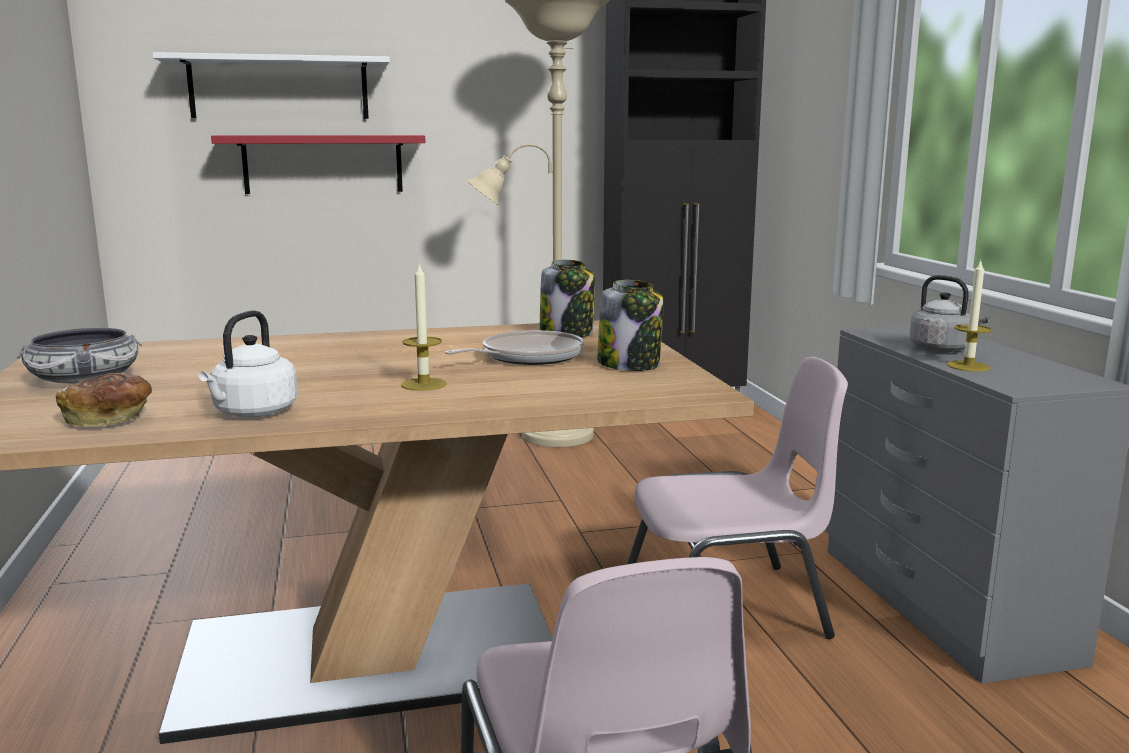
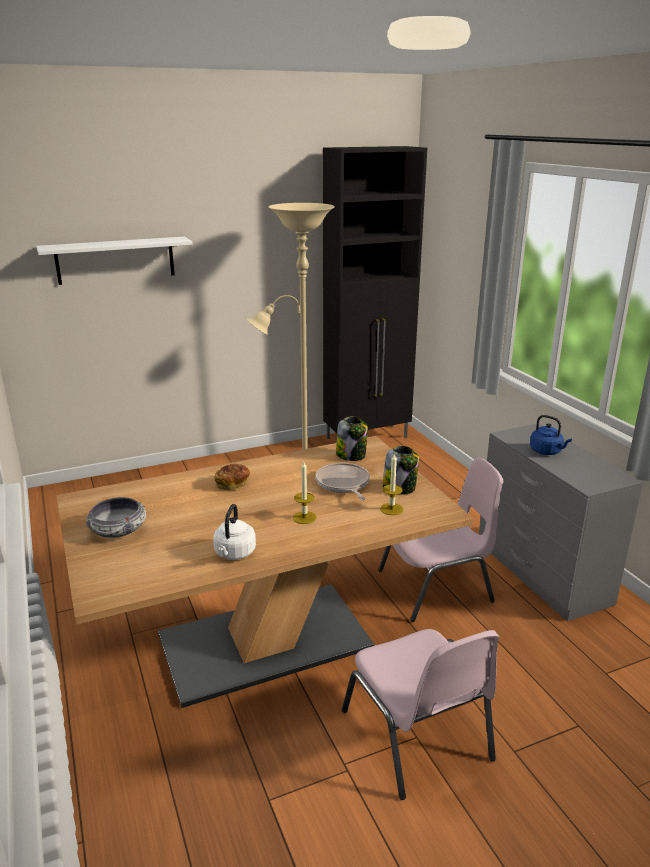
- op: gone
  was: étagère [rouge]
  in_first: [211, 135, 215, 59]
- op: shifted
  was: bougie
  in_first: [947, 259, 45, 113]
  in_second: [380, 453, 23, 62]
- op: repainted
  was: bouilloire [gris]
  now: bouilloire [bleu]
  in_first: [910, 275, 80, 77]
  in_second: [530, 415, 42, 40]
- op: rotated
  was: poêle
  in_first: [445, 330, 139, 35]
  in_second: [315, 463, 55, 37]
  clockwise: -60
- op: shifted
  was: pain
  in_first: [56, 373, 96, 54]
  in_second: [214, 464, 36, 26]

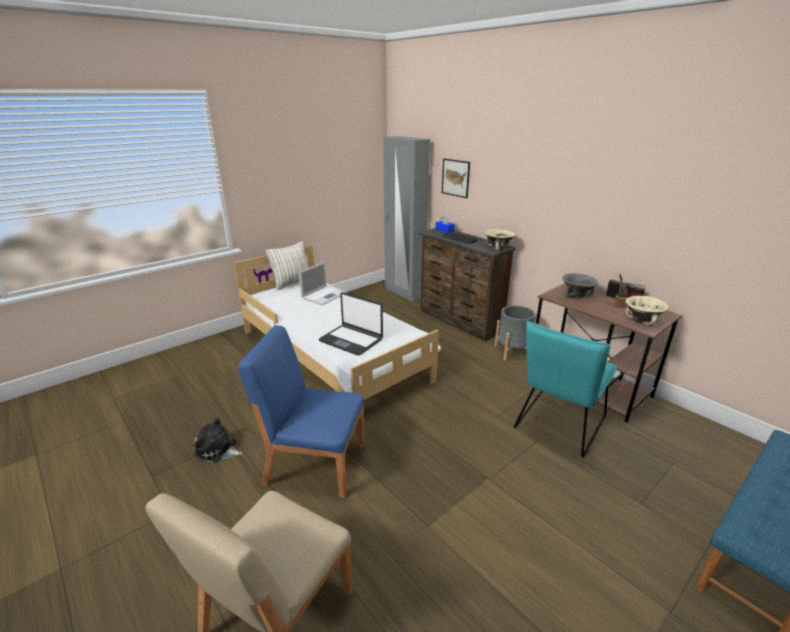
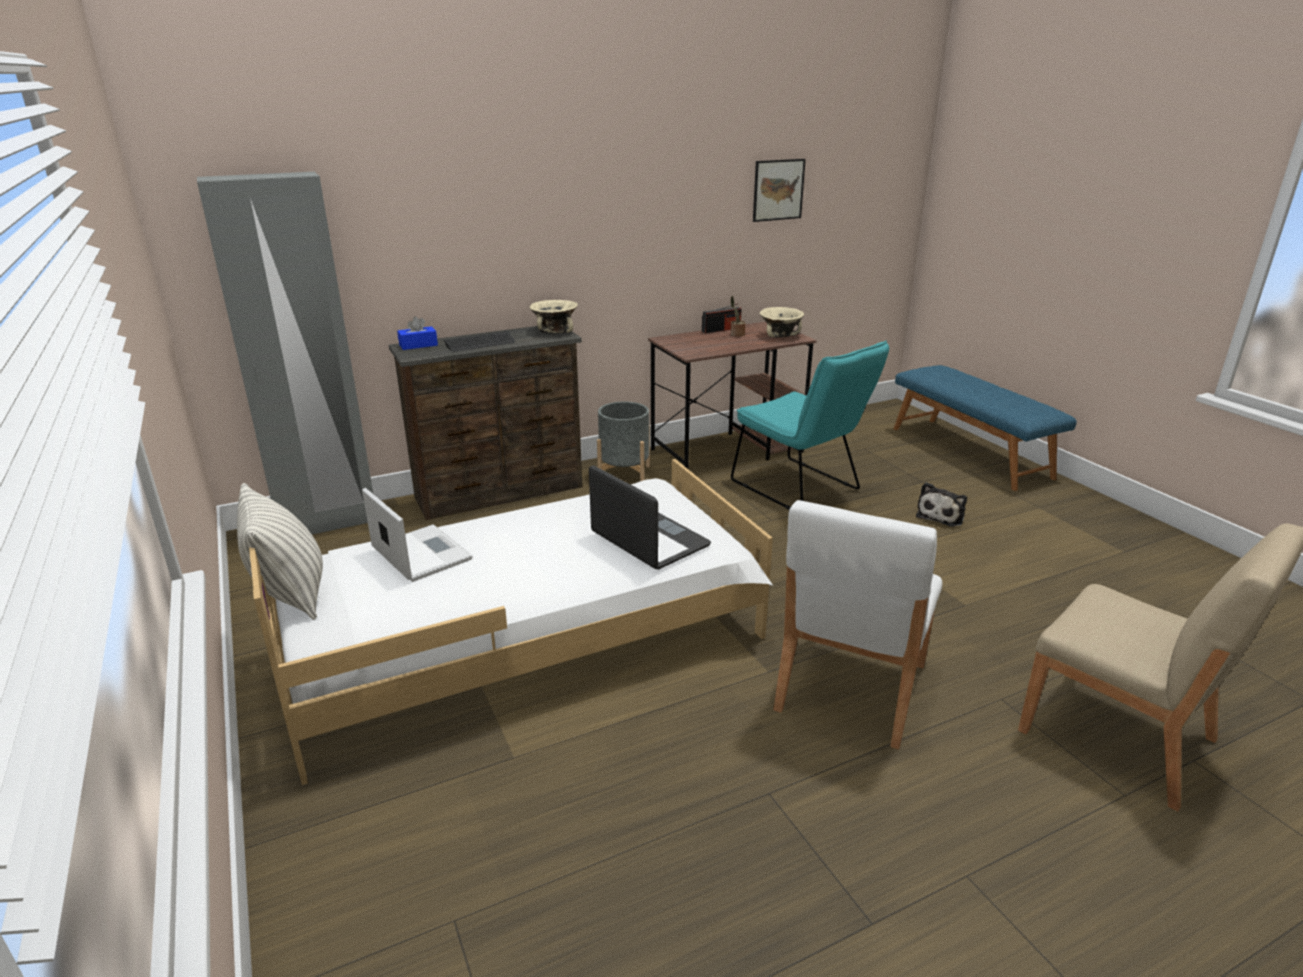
- op: shifted
  was: tableau
  in_first: [442, 159, 28, 39]
  in_second: [753, 159, 53, 63]
- op: gone
  was: bol [gris]
  in_first: [562, 273, 36, 25]
- op: rotated
  was: ordinateur portable
  in_first: [318, 292, 65, 63]
  in_second: [589, 465, 122, 104]
  clockwise: -90
- op: repainted
  was: chaise [bleu]
  now: chaise [blanc]
  in_first: [238, 325, 126, 173]
  in_second: [773, 500, 170, 250]
- op: shifted
  was: peluche
  in_first: [194, 417, 49, 46]
  in_second: [916, 482, 51, 45]

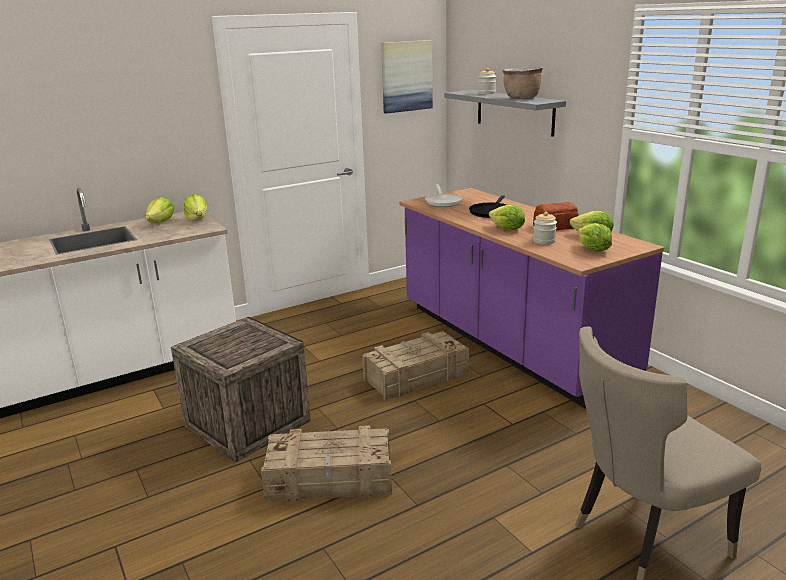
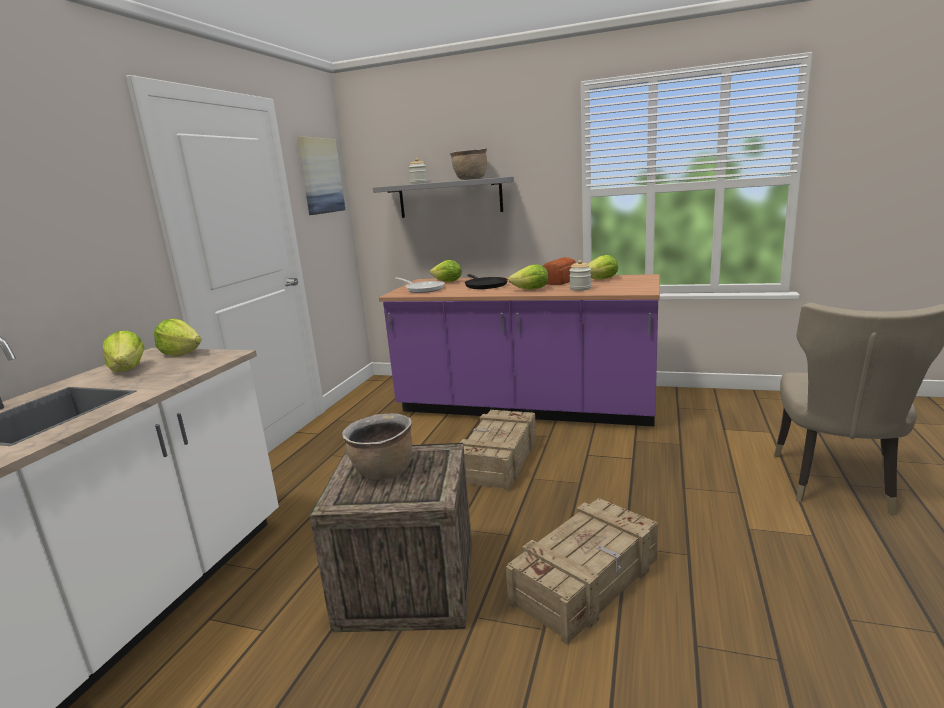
- op: shifted
  was: laitue
  in_first: [578, 223, 34, 29]
  in_second: [430, 260, 32, 22]
- op: new
  now: marmite [marron]
  in_second: [342, 413, 70, 67]

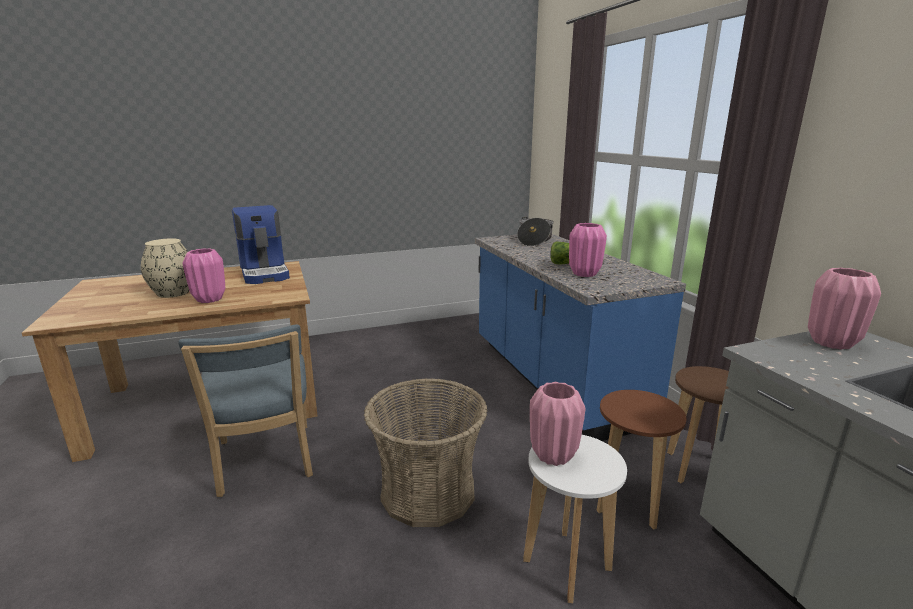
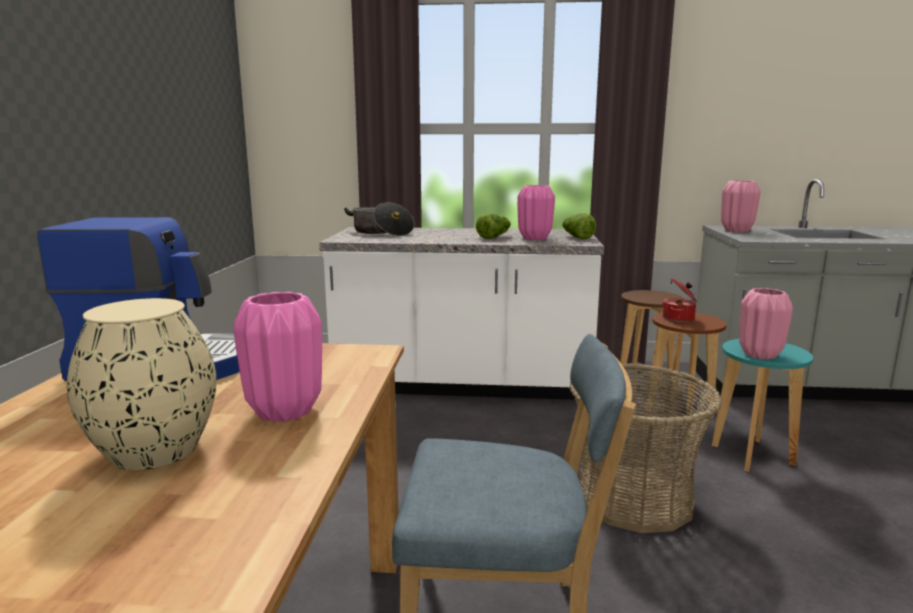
- op: repainted
  was: comptoir de cuisine [bleu]
  now: comptoir de cuisine [blanc]
  in_first: [475, 234, 211, 207]
  in_second: [319, 227, 285, 173]
- op: repainted
  was: tabouret [blanc]
  now: tabouret [turquoise]
  in_first: [523, 435, 104, 168]
  in_second: [712, 339, 101, 133]
- op: new
  now: laitue
  in_second: [562, 213, 34, 26]
- op: new
  now: marmite
  in_second: [662, 278, 35, 44]

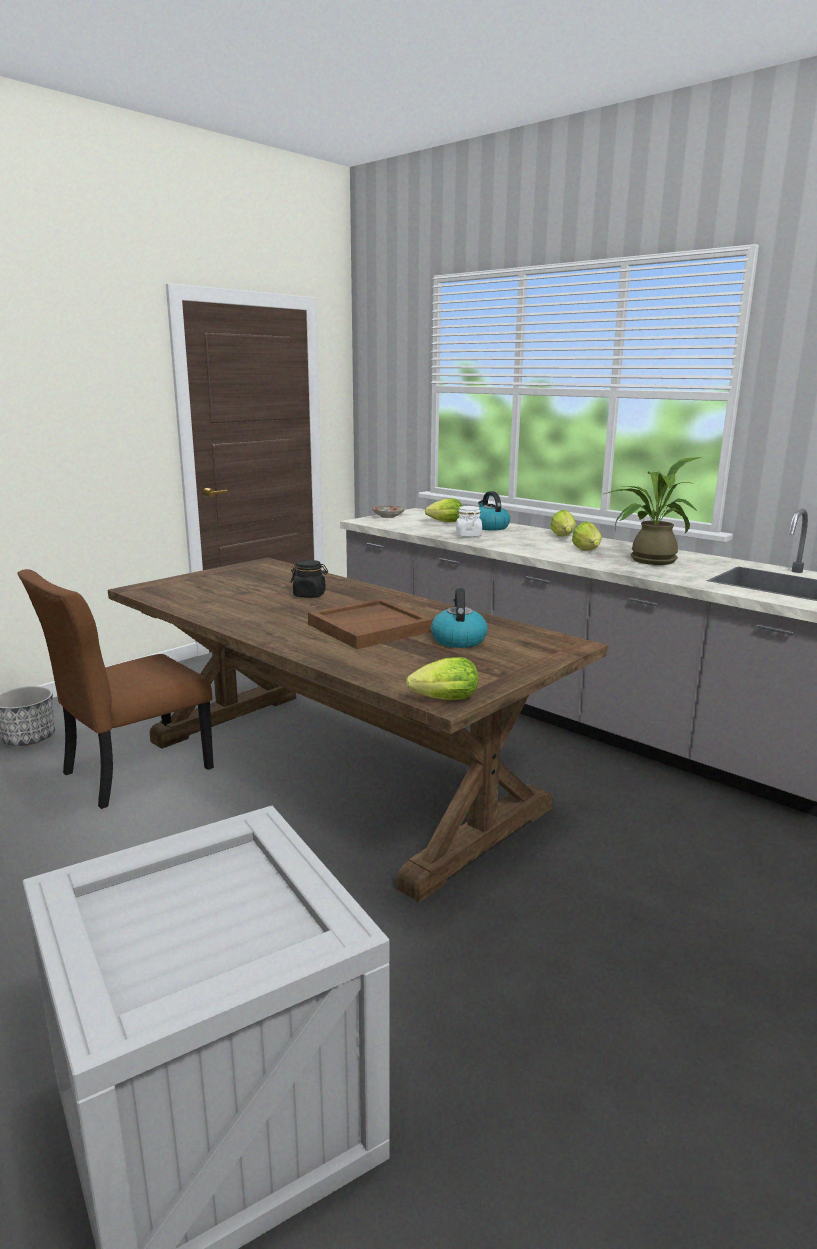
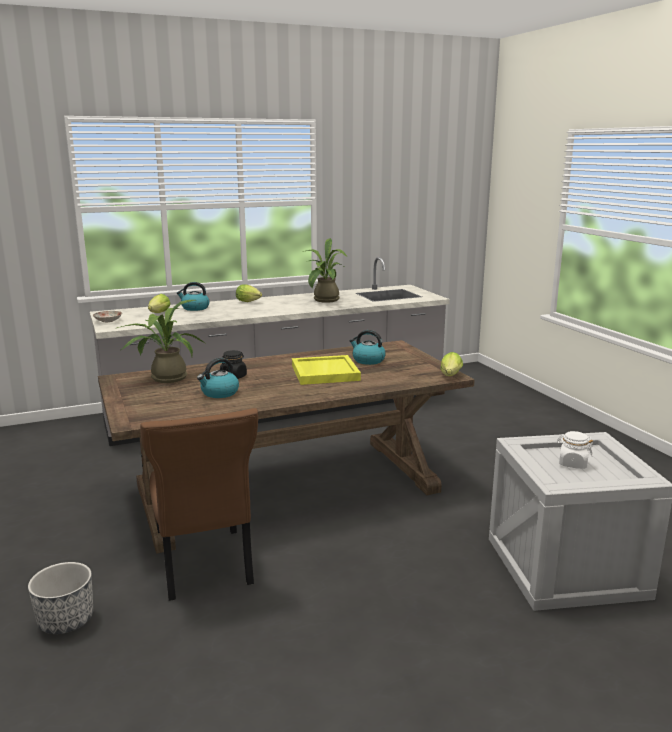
- op: shifted
  was: bocal [blanc]
  in_first: [456, 506, 26, 31]
  in_second: [557, 431, 36, 38]
- op: gone
  was: laitue
  in_first: [572, 522, 30, 29]
- op: repainted
  was: plateau [marron]
  now: plateau [jaune]
  in_first: [308, 598, 125, 51]
  in_second: [292, 355, 69, 30]
- op: new
  now: plante en pot
  in_second: [117, 300, 88, 83]
- op: new
  now: bouilloire
  in_second: [197, 358, 42, 40]

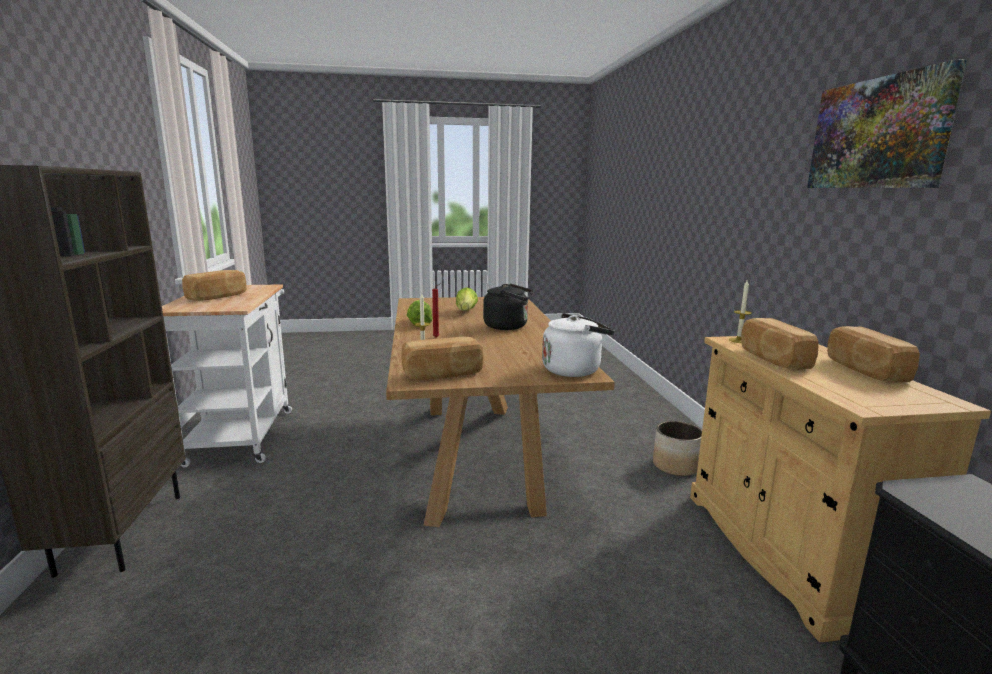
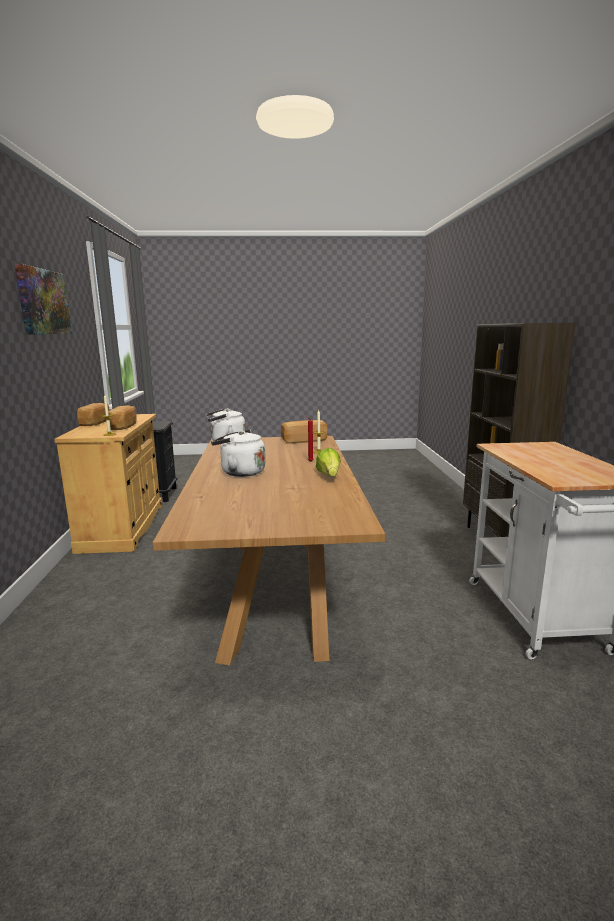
- op: gone
  was: pain
  in_first: [182, 270, 64, 31]
- op: repainted
  was: bouilloire [noir]
  now: bouilloire [blanc]
  in_first: [483, 284, 51, 46]
  in_second: [211, 430, 54, 47]
- op: gone
  was: laitue
  in_first: [456, 287, 22, 24]
- op: gone
  was: cache-pot
  in_first: [653, 421, 49, 55]

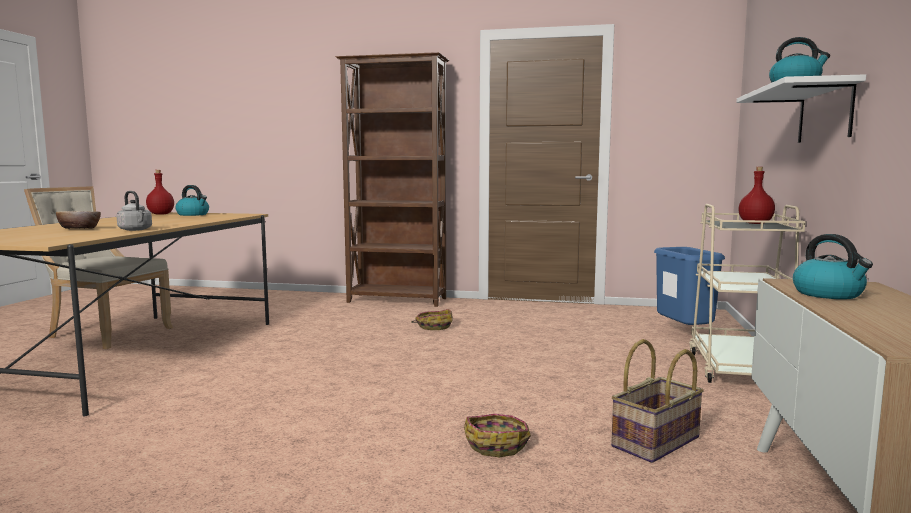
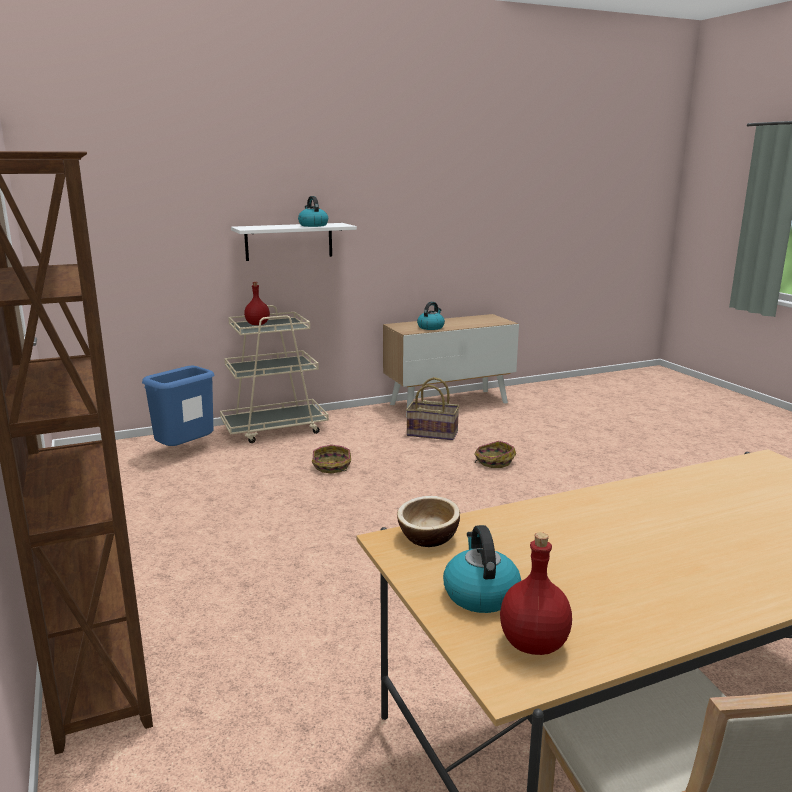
- op: gone
  was: bouilloire [gris]
  in_first: [117, 191, 35, 40]
- op: shifted
  was: bol
  in_first: [56, 211, 45, 18]
  in_second: [397, 496, 63, 51]
- op: shifted
  was: panier
  in_first: [411, 309, 42, 21]
  in_second: [312, 445, 39, 28]

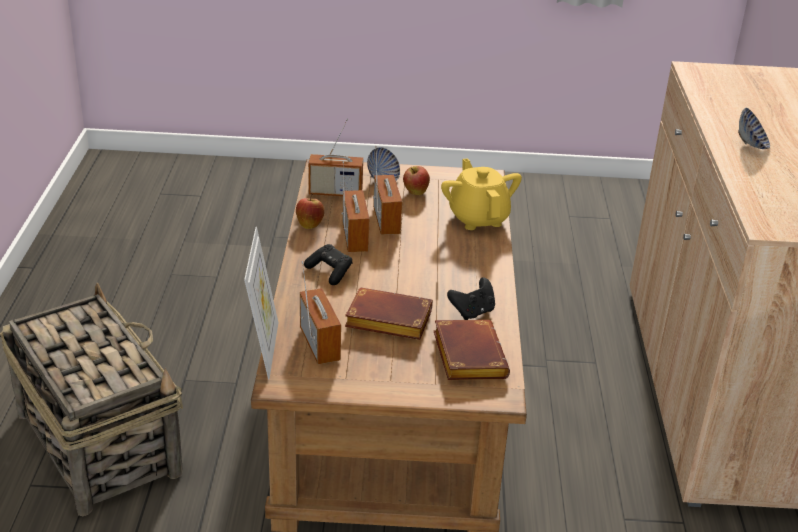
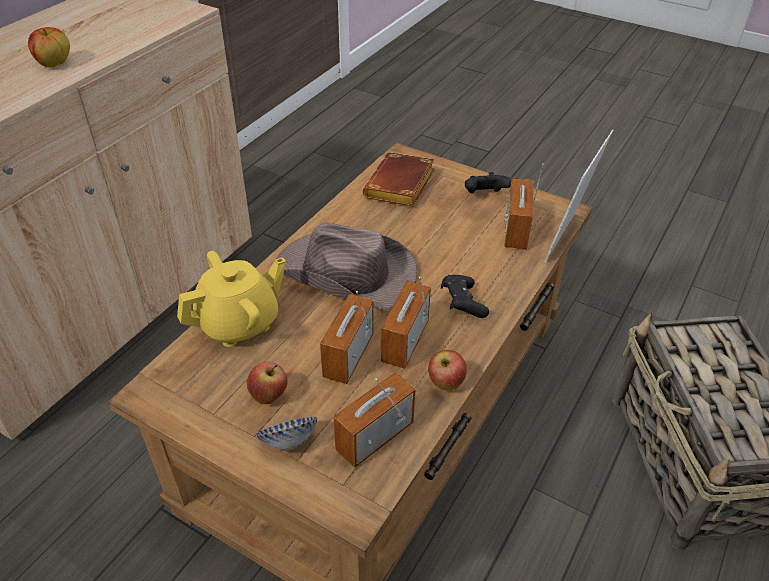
- op: swapped
  was: bol
  now: pomme
  in_first: [738, 108, 32, 41]
  in_second: [28, 27, 42, 40]
- op: rotated
  was: radio
  in_first: [308, 118, 55, 78]
  in_second: [333, 373, 82, 95]
  clockwise: -75
- op: rotated
  was: théière [jaune]
  in_first: [441, 158, 81, 72]
  in_second: [177, 251, 109, 96]
  clockwise: -135
- op: shifted
  was: manette [noir]
  in_first: [447, 277, 48, 43]
  in_second: [465, 172, 46, 21]
- op: gone
  was: livre [marron]
  in_first: [345, 287, 88, 53]
- op: new
  now: chapeau [marron]
  in_second: [275, 222, 142, 89]

